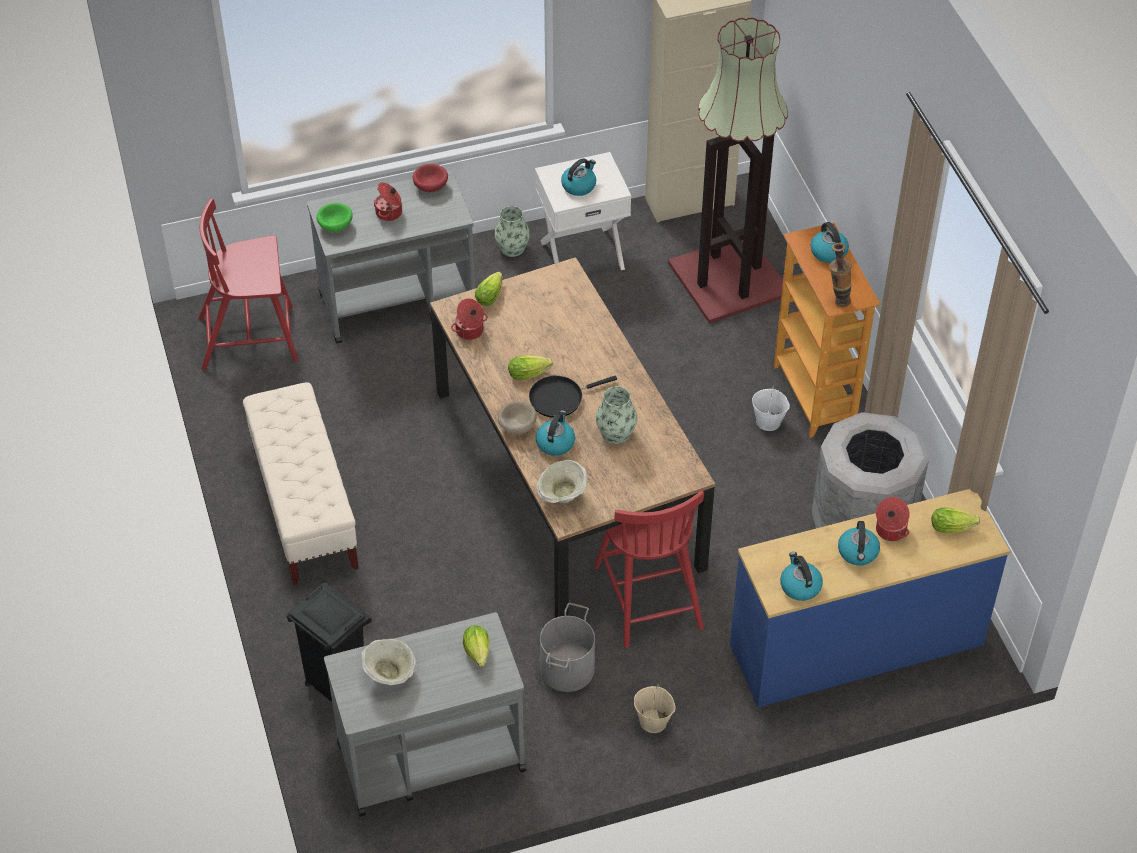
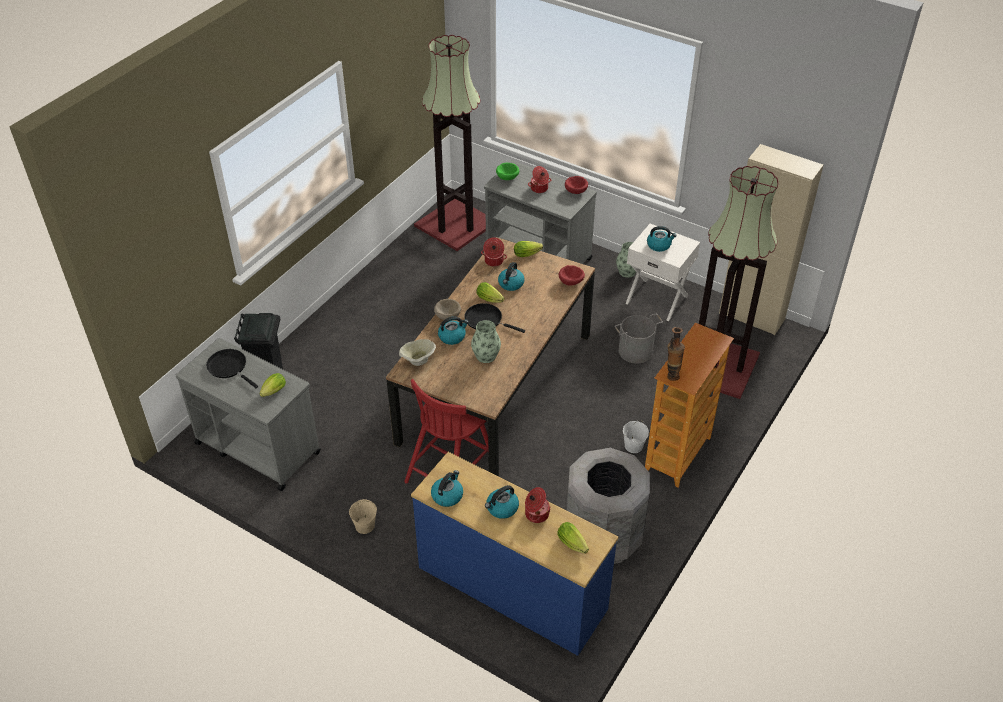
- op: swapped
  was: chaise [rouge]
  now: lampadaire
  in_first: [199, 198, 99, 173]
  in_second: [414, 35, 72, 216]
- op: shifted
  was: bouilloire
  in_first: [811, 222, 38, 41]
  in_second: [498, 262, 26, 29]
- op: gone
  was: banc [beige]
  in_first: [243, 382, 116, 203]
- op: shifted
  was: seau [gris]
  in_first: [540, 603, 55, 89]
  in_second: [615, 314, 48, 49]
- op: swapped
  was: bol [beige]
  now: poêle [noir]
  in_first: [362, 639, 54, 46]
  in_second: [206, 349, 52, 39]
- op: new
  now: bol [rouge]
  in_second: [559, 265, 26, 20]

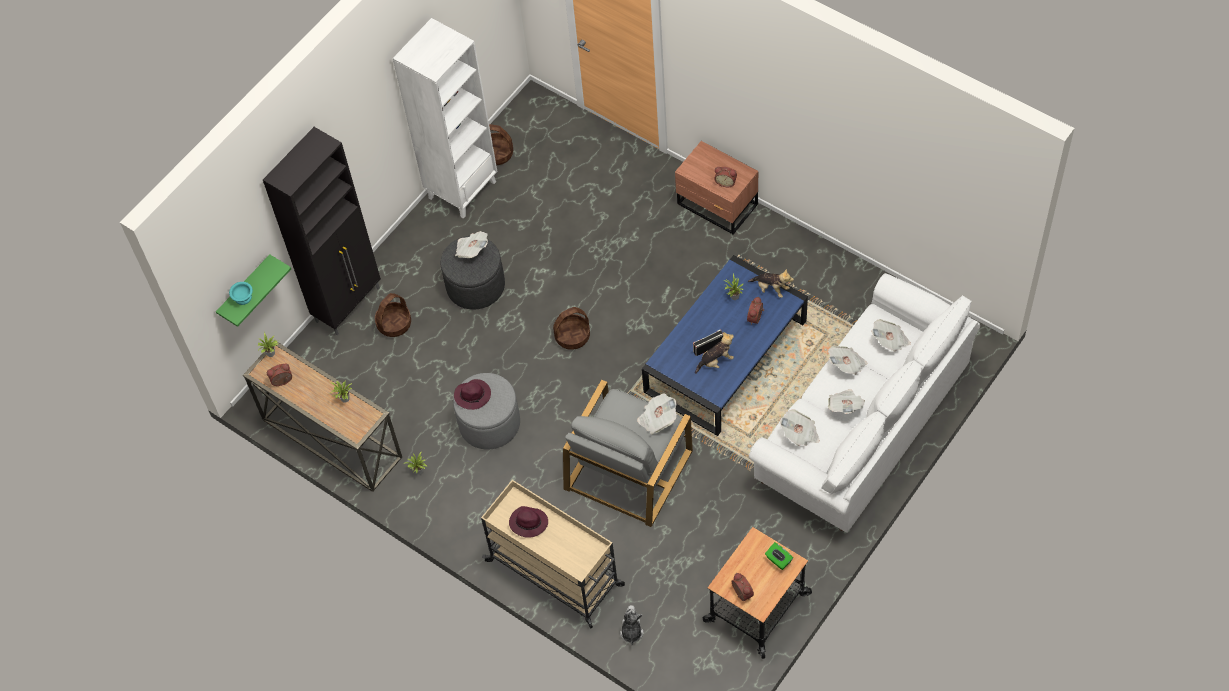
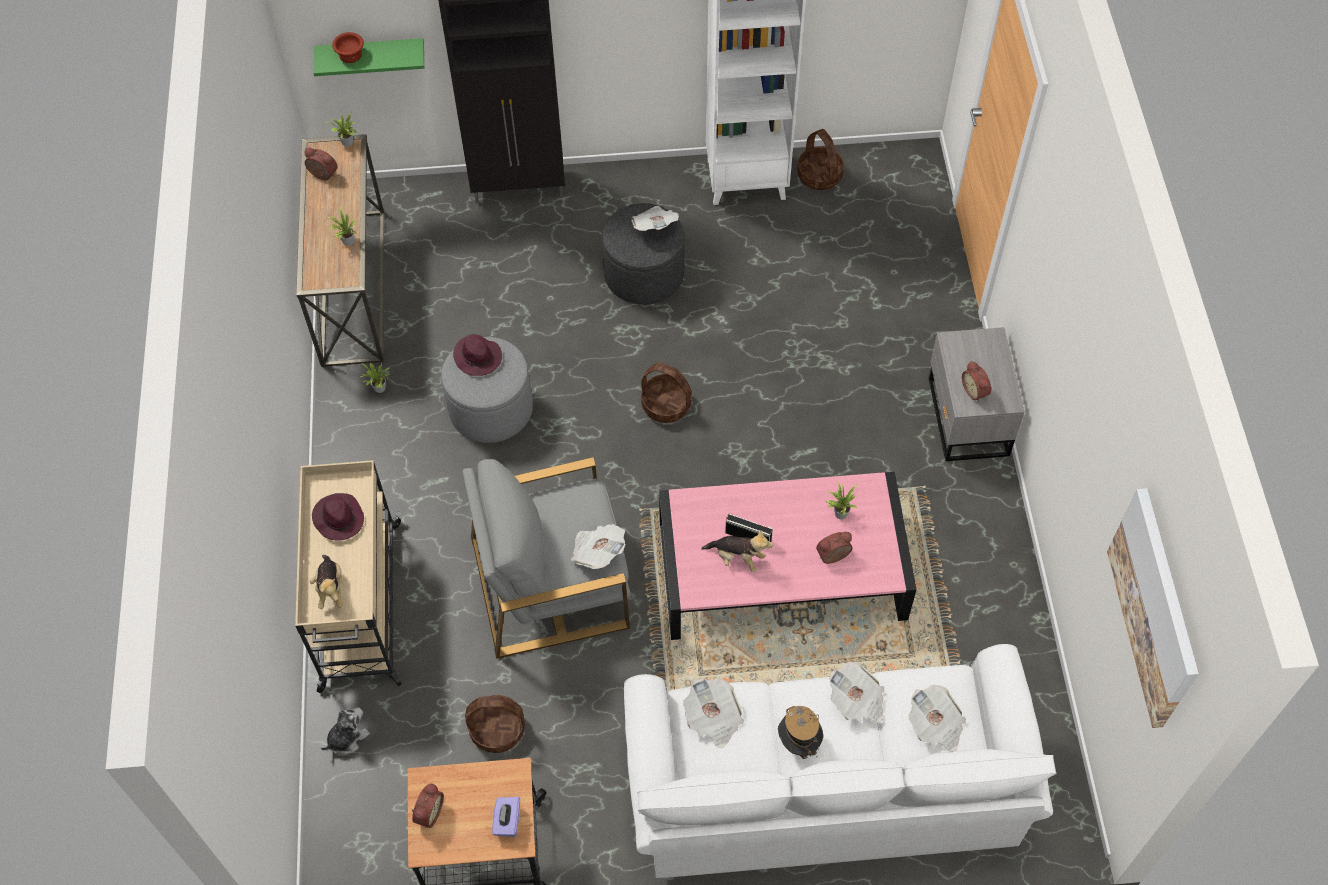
- op: repainted
  was: table de chevet [marron]
  now: table de chevet [gris]
  in_first: [675, 141, 83, 94]
  in_second: [929, 327, 96, 134]
- op: repainted
  was: table basse [bleu]
  now: table basse [rose]
  in_first: [642, 255, 166, 181]
  in_second: [659, 472, 258, 168]
- op: shifted
  was: peluche
  in_first: [748, 269, 46, 29]
  in_second: [310, 555, 33, 54]
- op: repainted
  was: bol [turquoise]
  now: bol [marron]
  in_first: [229, 282, 24, 23]
  in_second: [332, 32, 32, 31]
- op: shifted
  was: panier
  in_first: [375, 293, 36, 44]
  in_second: [465, 695, 60, 58]
- op: swapped
  was: journal
  now: chapeau
  in_first: [828, 389, 37, 25]
  in_second: [778, 706, 45, 53]
- op: repainted
  was: boîte à mouchoirs [vert]
  now: boîte à mouchoirs [violet]
  in_first: [765, 542, 28, 28]
  in_second: [492, 797, 28, 40]
- op: new
  now: tableau
  in_second: [1107, 488, 92, 240]

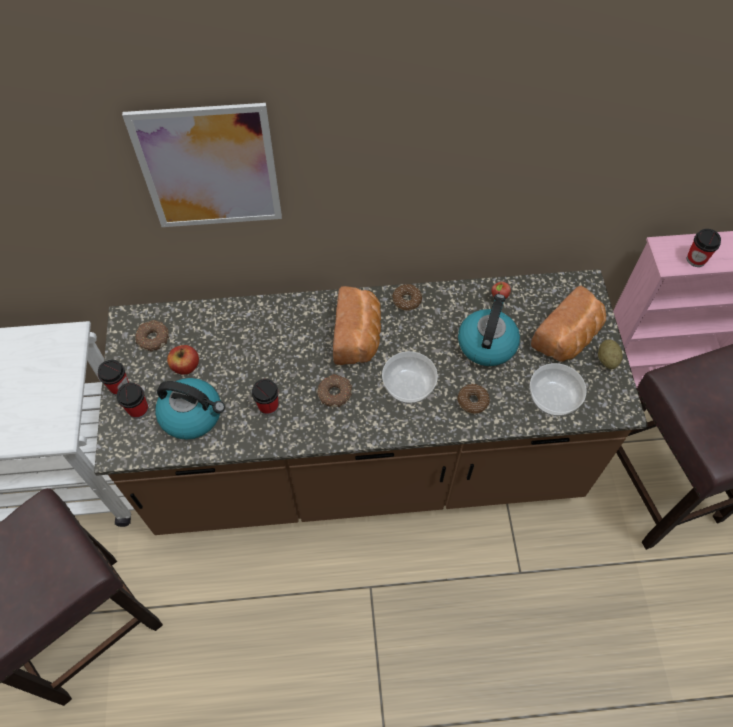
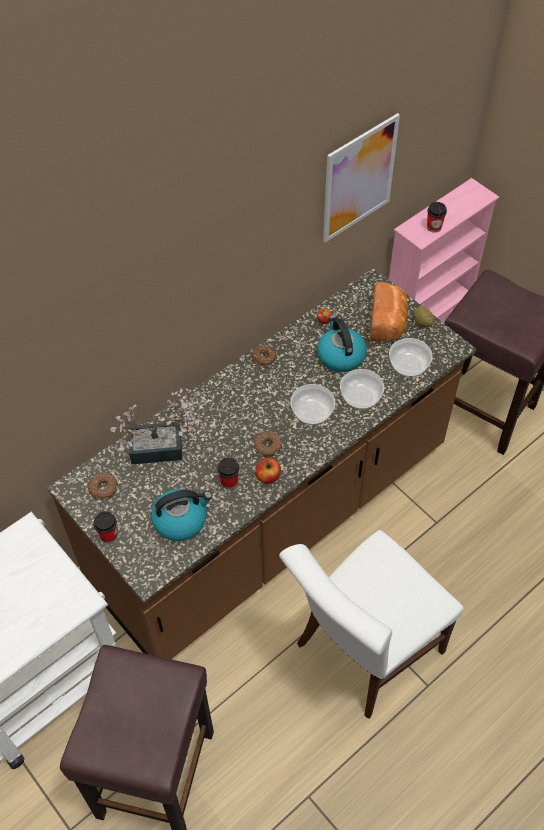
- op: shifted
  was: tableau
  in_first: [122, 103, 160, 124]
  in_second: [323, 113, 77, 130]
- op: gone
  was: pain
  in_first: [333, 286, 48, 79]
- op: shifted
  was: pomme
  in_first: [167, 345, 32, 30]
  in_second: [255, 458, 26, 26]
- op: gone
  was: tasse
  in_first: [117, 383, 32, 36]
- op: swapped
  was: beignet
  now: bol
  in_first: [457, 384, 33, 30]
  in_second: [340, 369, 44, 40]
- op: new
  now: plante en pot
  in_second: [110, 388, 93, 76]
- op: new
  now: chaise [blanc]
  in_second: [279, 530, 185, 189]

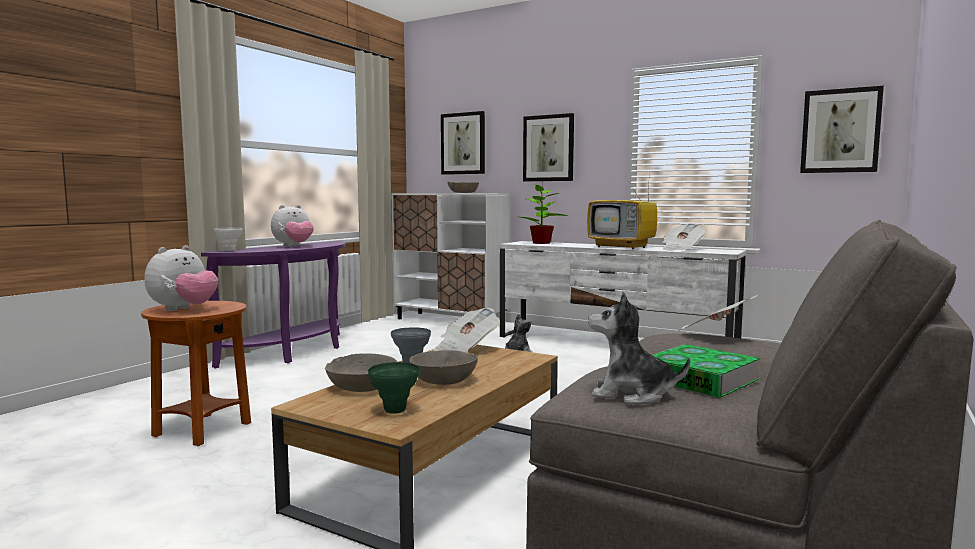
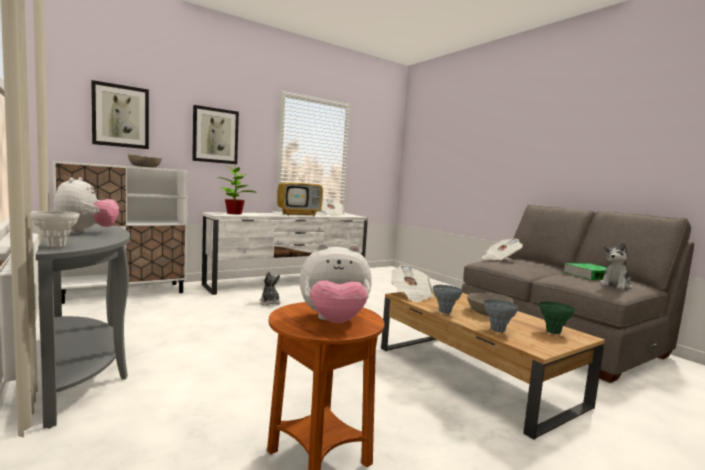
- op: gone
  was: tableau
  in_first: [800, 86, 84, 87]
- op: repainted
  was: table console [violet]
  now: table console [gris]
  in_first: [201, 241, 144, 128]
  in_second: [36, 223, 94, 206]
- op: rotated
  was: peluche
  in_first: [144, 245, 75, 66]
  in_second: [300, 243, 72, 80]
  clockwise: 120
- op: swapped
  was: bol [gris]
  now: vase [gris]
  in_first: [325, 353, 73, 39]
  in_second: [484, 300, 35, 33]

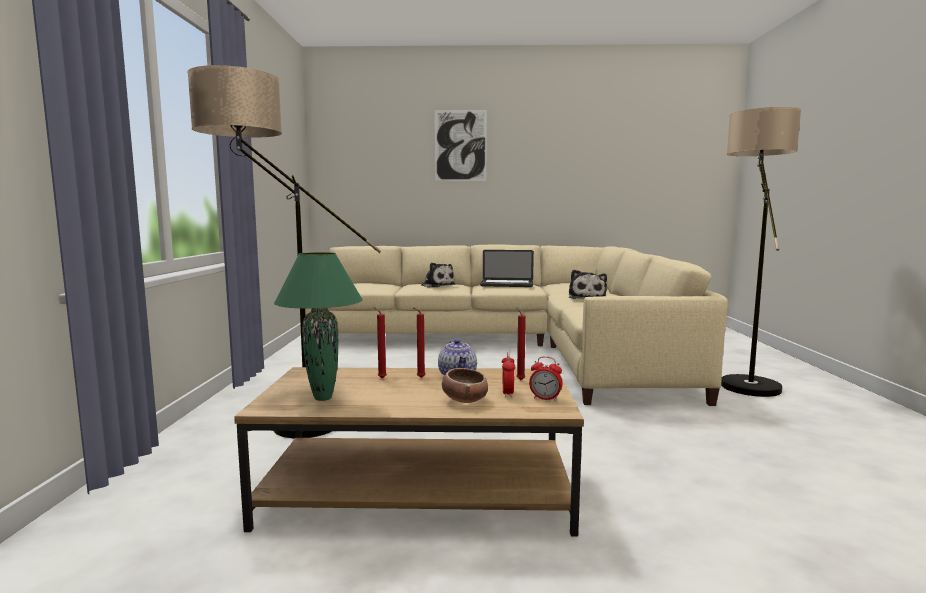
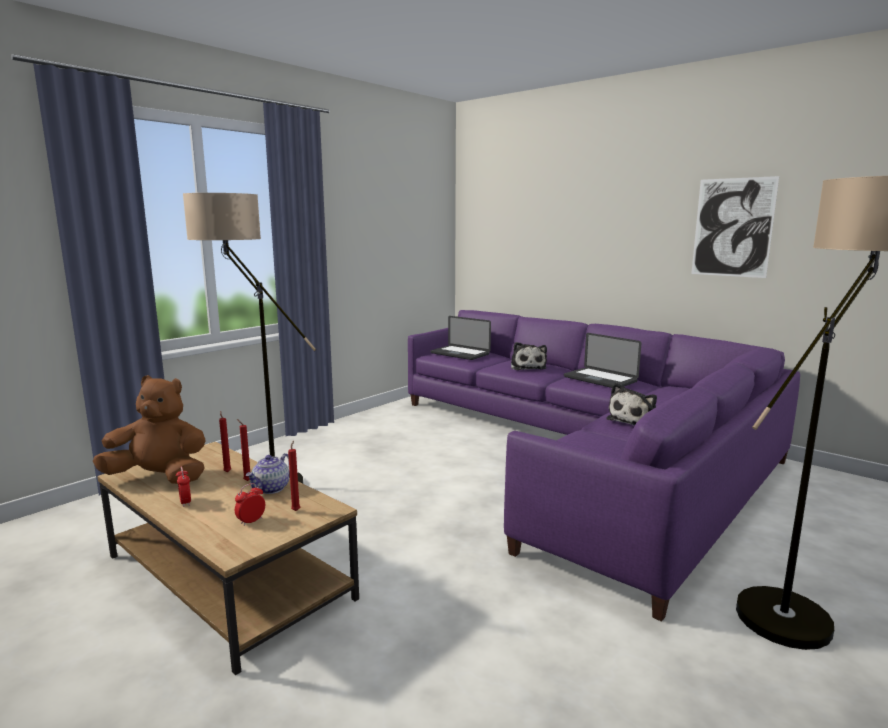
- op: shifted
  was: tableau
  in_first: [435, 110, 52, 71]
  in_second: [691, 176, 88, 102]
- op: repainted
  was: canapé [beige]
  now: canapé [violet]
  in_first: [305, 245, 423, 161]
  in_second: [408, 310, 392, 312]
- op: swapped
  was: lampe de table [vert]
  now: peluche [marron]
  in_first: [274, 252, 89, 149]
  in_second: [93, 375, 113, 109]
- op: shifted
  was: réveil
  in_first: [529, 356, 34, 45]
  in_second: [176, 467, 15, 40]
- op: gone
  was: bol
  in_first: [442, 368, 46, 35]
- op: new
  now: ordinateur portable
  in_second: [431, 316, 60, 44]

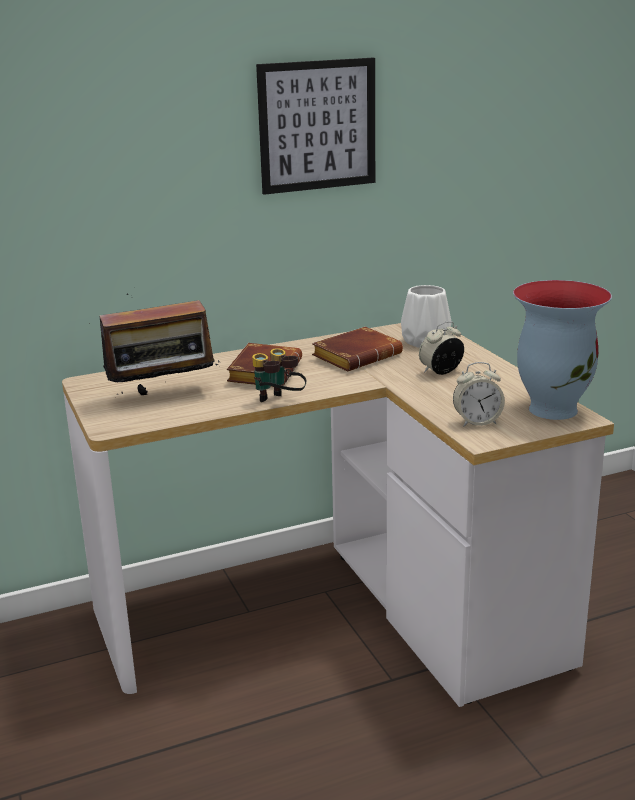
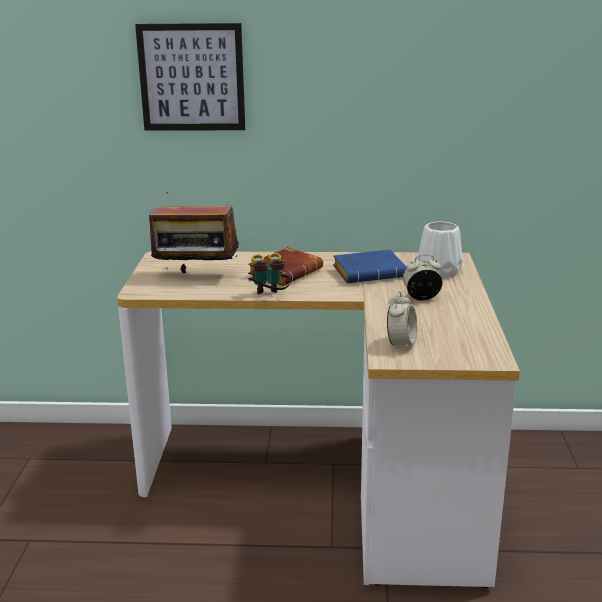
- op: shifted
  was: tableau
  in_first: [256, 58, 119, 137]
  in_second: [135, 23, 110, 108]
- op: gone
  was: vase
  in_first: [513, 280, 99, 140]
- op: repainted
  was: livre [marron]
  now: livre [bleu]
  in_first: [312, 327, 91, 44]
  in_second: [333, 250, 73, 33]
- op: rotated
  was: réveil
  in_first: [453, 362, 52, 65]
  in_second: [387, 291, 30, 60]
  clockwise: -90

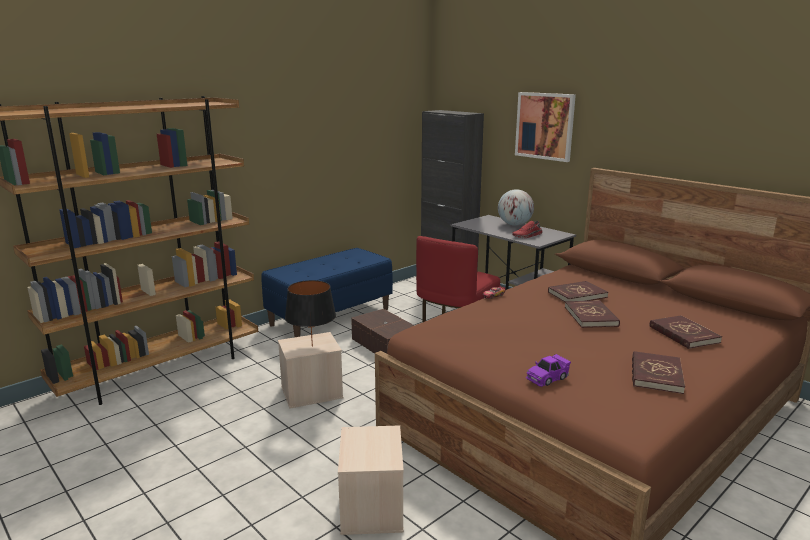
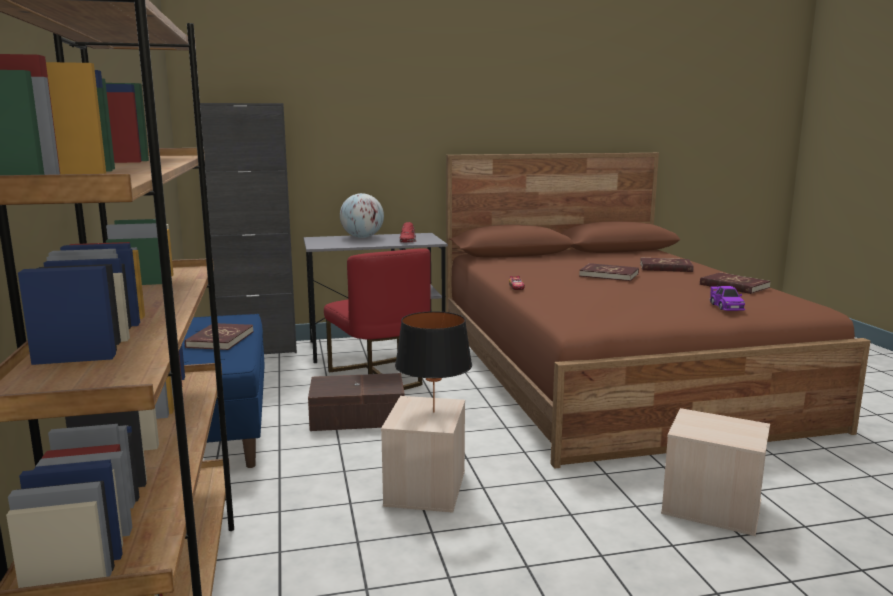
- op: gone
  was: tableau
  in_first: [515, 92, 61, 70]
- op: shifted
  was: livre [rouge]
  in_first: [548, 281, 60, 21]
  in_second: [184, 323, 70, 27]

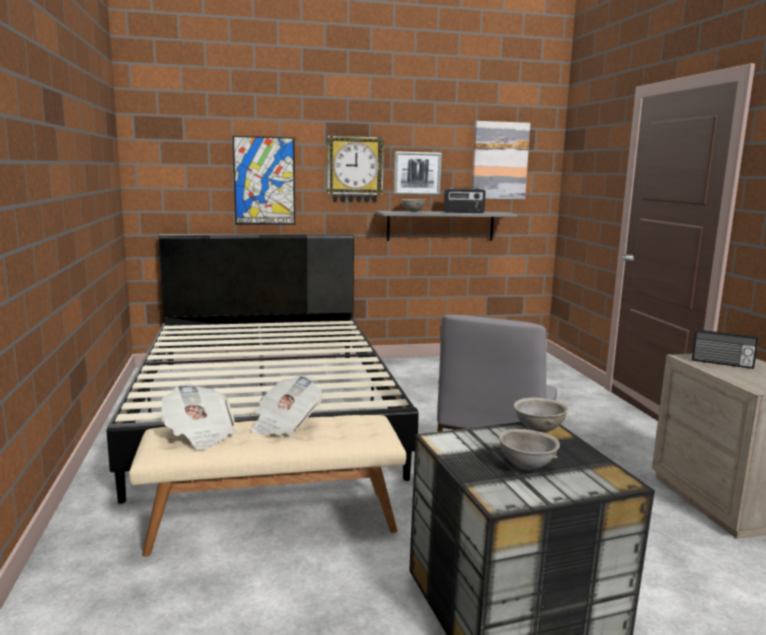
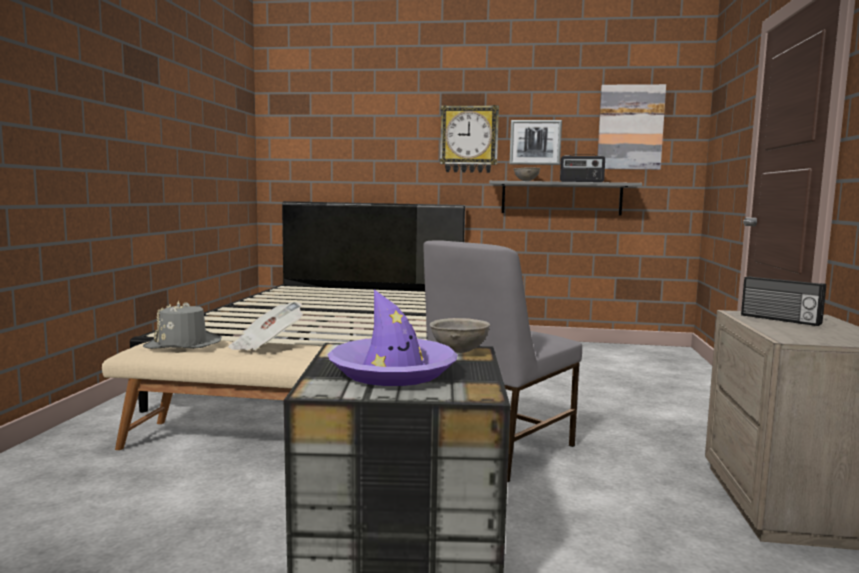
- op: gone
  was: tableau
  in_first: [232, 136, 63, 89]
- op: swapped
  was: journal
  now: chapeau [gris]
  in_first: [161, 384, 75, 66]
  in_second: [143, 300, 79, 49]
- op: swapped
  was: bol [gris]
  now: chapeau [violet]
  in_first: [499, 429, 61, 41]
  in_second: [328, 289, 130, 97]

